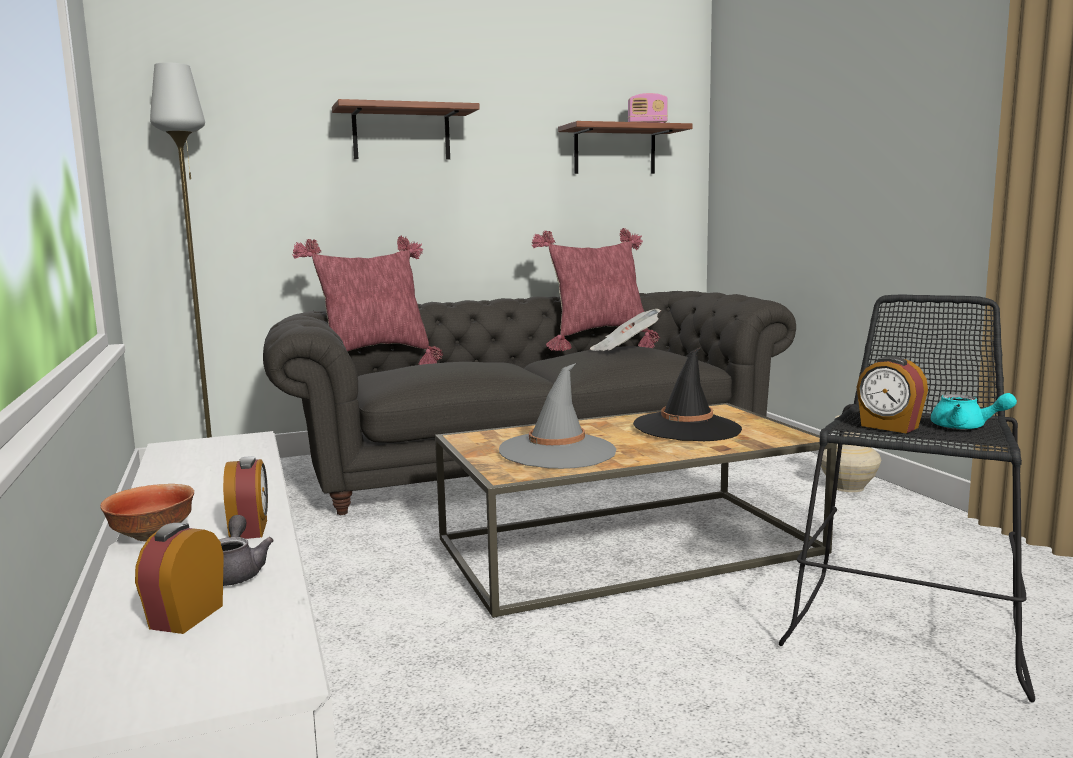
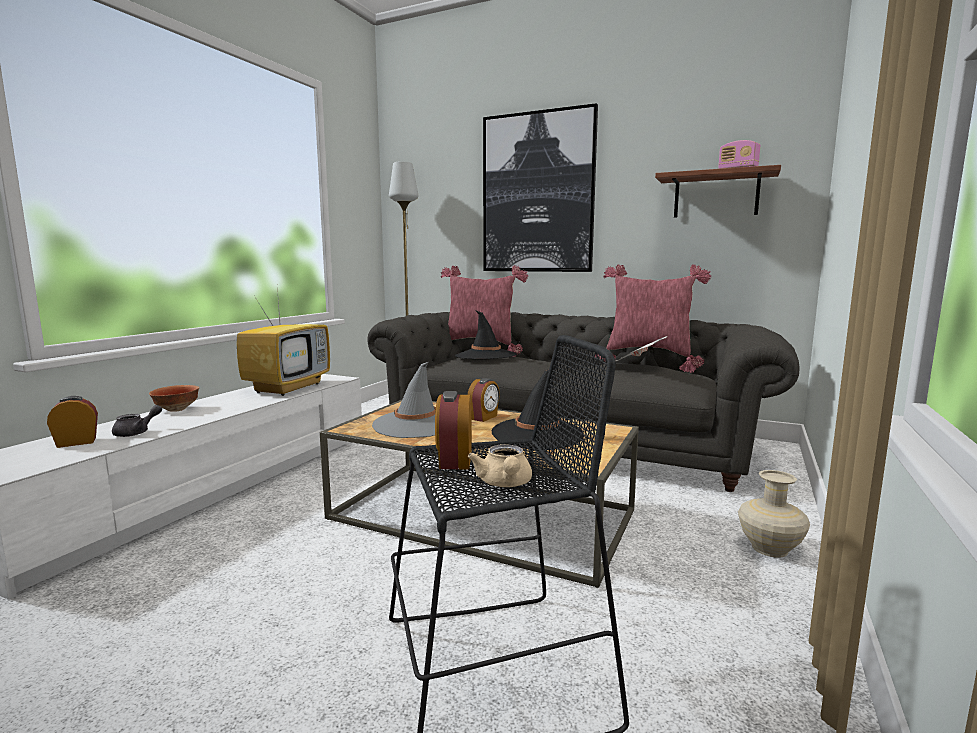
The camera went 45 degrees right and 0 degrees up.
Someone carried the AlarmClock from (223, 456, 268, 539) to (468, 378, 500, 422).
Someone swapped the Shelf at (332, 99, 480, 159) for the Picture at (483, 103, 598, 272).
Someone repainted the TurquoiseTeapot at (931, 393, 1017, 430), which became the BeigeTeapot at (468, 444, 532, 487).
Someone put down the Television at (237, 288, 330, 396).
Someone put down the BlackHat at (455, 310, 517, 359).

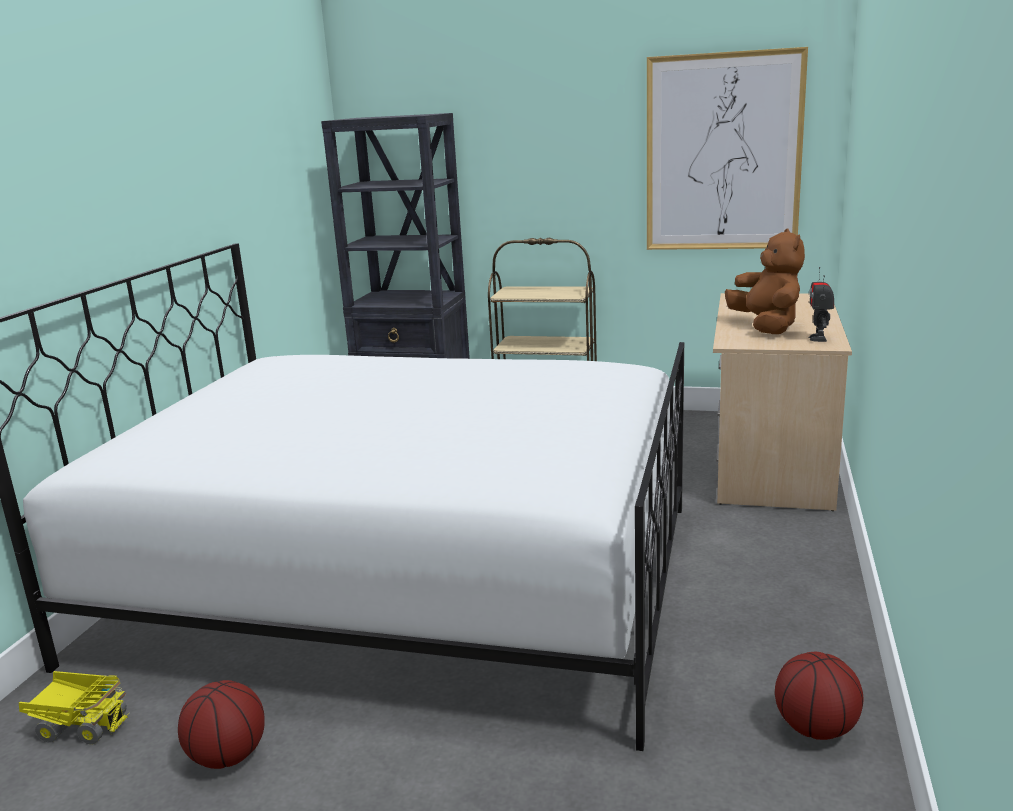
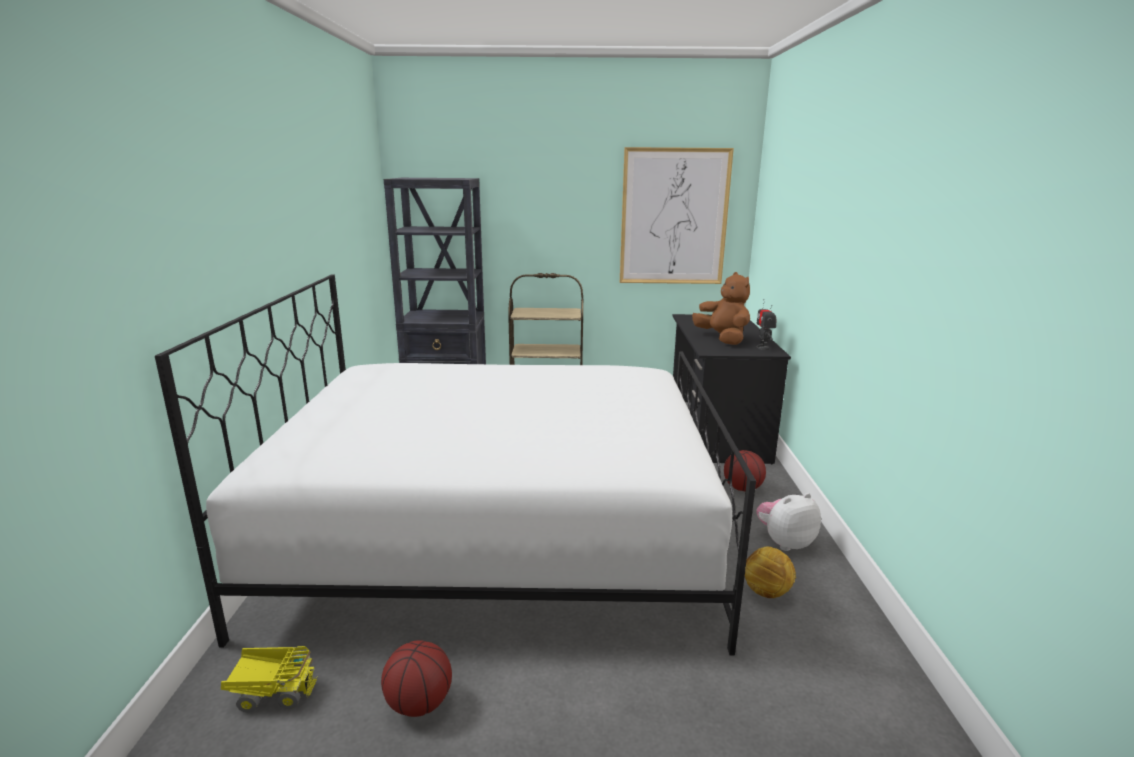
The camera went 15 degrees left and 0 degrees up.
Someone repainted the BeigeDesk at (713, 293, 852, 511), which became the BlackDesk at (672, 314, 791, 464).
Someone carried the Basketball from (775, 652, 863, 740) to (724, 450, 766, 491).
Someone put down the Football at (745, 547, 796, 598).
Someone put down the PlushToy at (756, 493, 821, 551).

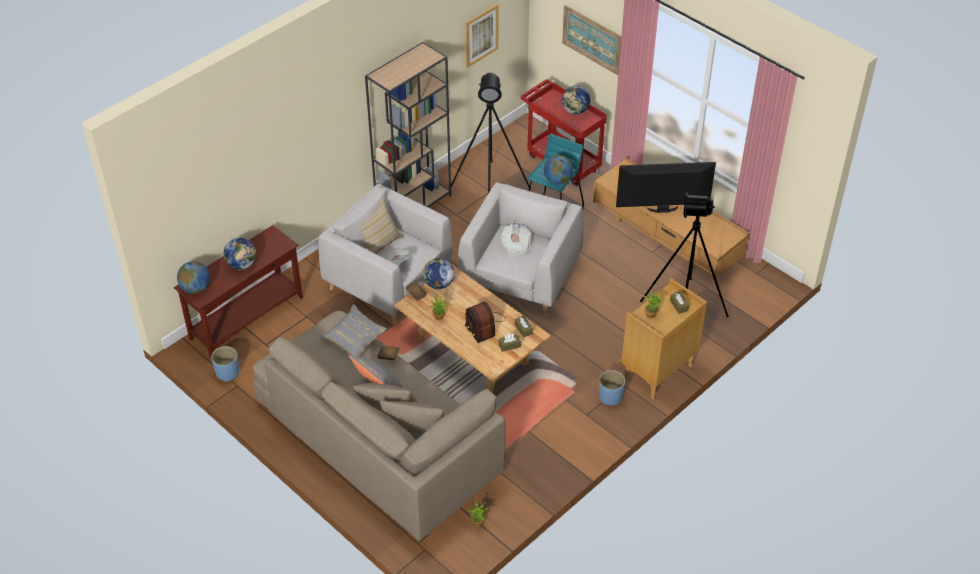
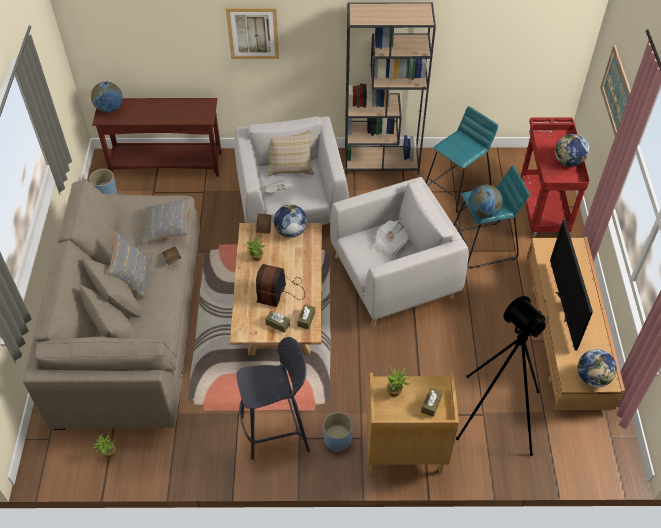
The camera went 45 degrees right and 5 degrees up.
Someone carried the Globe from (223, 238, 256, 270) to (578, 349, 617, 387).
Someone swapped the BlackFloorLamp at (451, 73, 531, 194) for the TurquoiseStool at (425, 106, 498, 213).
Someone carried the Picture from (466, 4, 499, 68) to (226, 8, 279, 59).
Someone rotated the Television at (616, 162, 716, 213) by 135 degrees counterclockwise.
Someone put down the GreyStool at (236, 337, 310, 460).

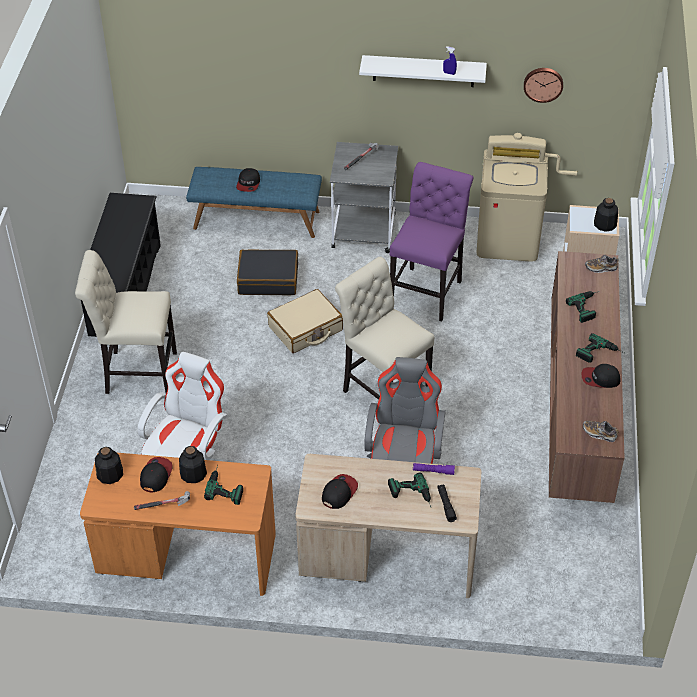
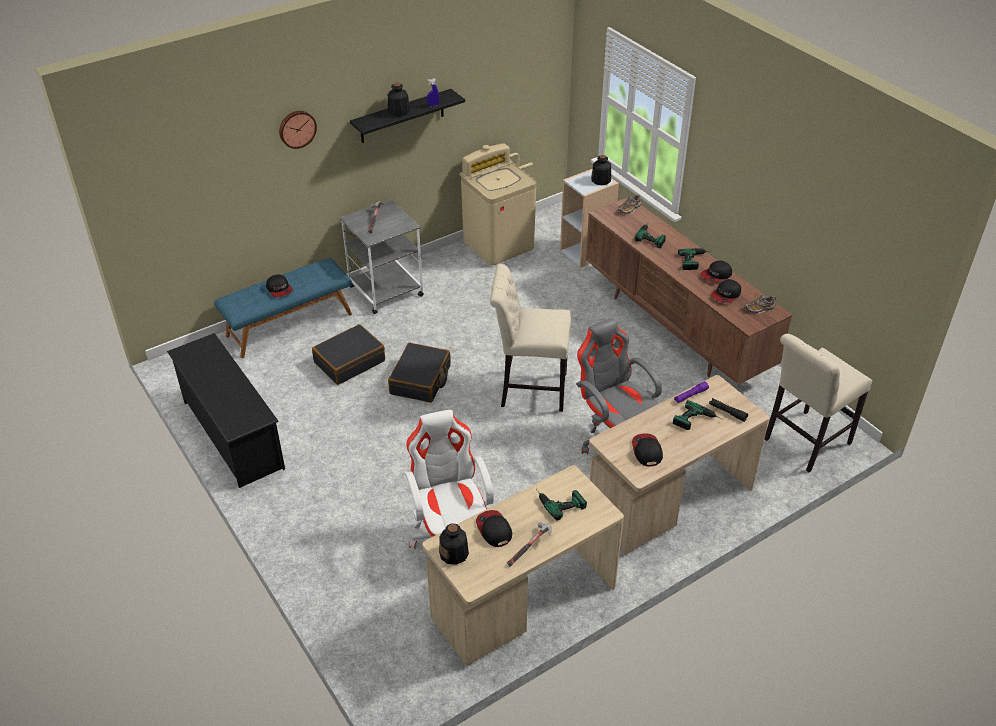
The camera went 40 degrees left and 5 degrees down.
Someone carried the BeigeStool from (75, 250, 177, 394) to (765, 334, 872, 472).
Someone repainted the OrangeDesk at (80, 453, 276, 596), which became the BeigeDesk at (422, 465, 624, 666).
Someone carried the Bottle from (179, 446, 207, 483) to (388, 83, 410, 116).
Someone repainted the BeigeSuitcase at (267, 289, 343, 353), which became the BlackSuitcase at (388, 343, 451, 403).
Someone repainted the WhiteShelf at (359, 55, 487, 87), which became the BlackShelf at (350, 89, 465, 143).
Someone took away the PurpleStool at (390, 162, 473, 321).
Someone carried the WallClock from (524, 68, 563, 103) to (279, 111, 317, 149).
Someone put down the Cap at (711, 279, 741, 303).

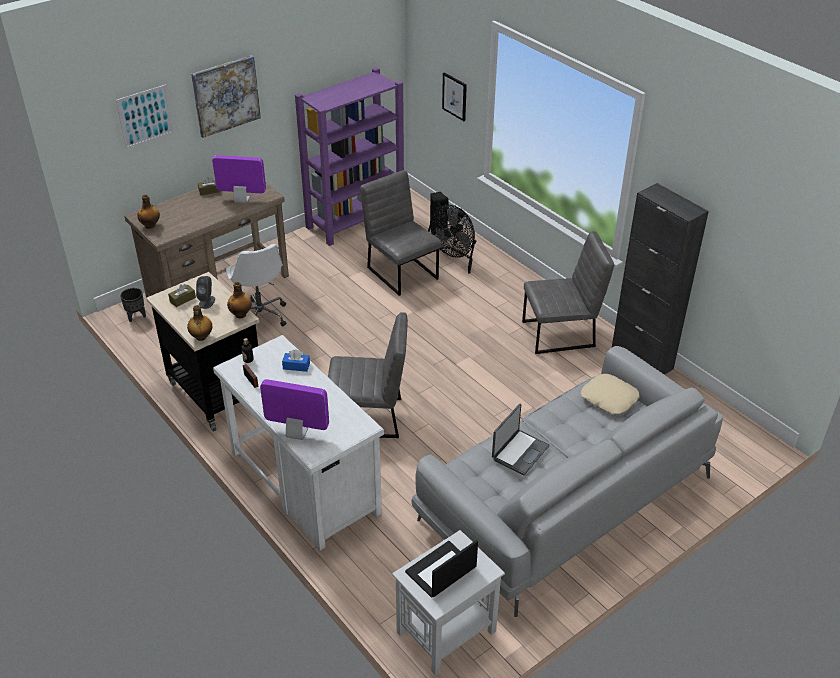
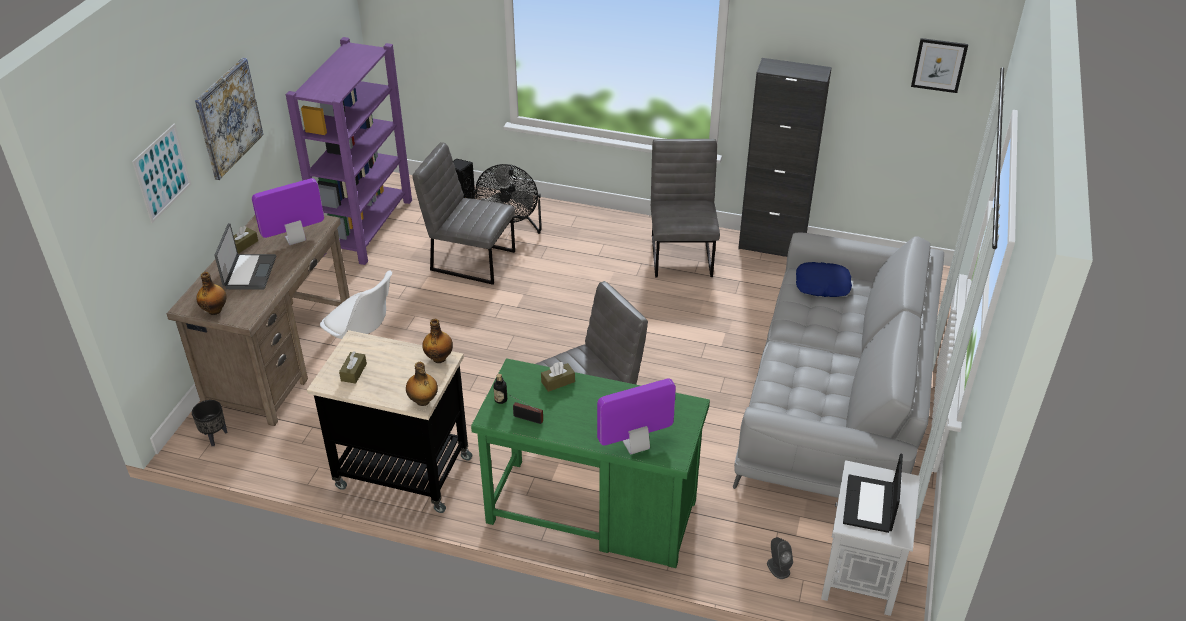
The camera went 35 degrees left and 0 degrees up.
Someone carried the GreySpeaker from (196, 276, 215, 309) to (767, 537, 793, 579).
Someone repainted the WhiteDesk at (213, 335, 384, 551), which became the GreenDesk at (471, 358, 710, 568).
Someone repainted the BlueTissueBox at (282, 350, 310, 372), which became the BrownTissueBox at (541, 362, 575, 392).
Someone carried the Picture from (442, 72, 467, 121) to (911, 38, 968, 93).
Someone carried the Laptop from (492, 404, 550, 475) to (215, 223, 276, 290).
Someone rotated the GreyChair at (522, 231, 614, 354) by 45 degrees counterclockwise.
Someone repainted the BeigePillow at (581, 374, 639, 414), which became the BluePillow at (796, 262, 852, 297).

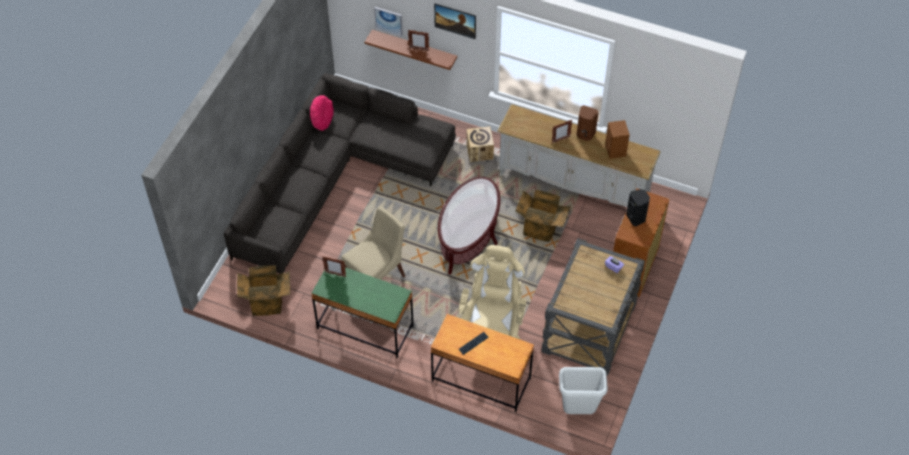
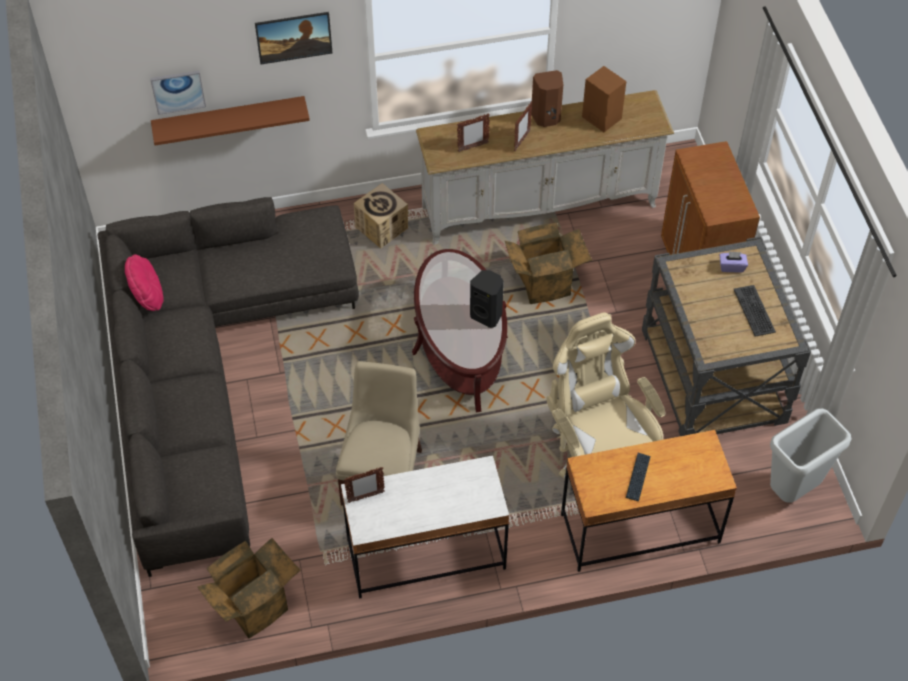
The camera went 35 degrees left and 0 degrees up.
Someone repainted the GreenDesk at (311, 267, 414, 358), which became the WhiteDesk at (341, 456, 509, 599).
Someone carried the PictureFrame from (408, 30, 429, 51) to (457, 114, 490, 152).
Someone carried the BlackSpeaker from (626, 189, 650, 226) to (470, 270, 504, 328).
Someone put down the Keyboard at (733, 285, 776, 336).

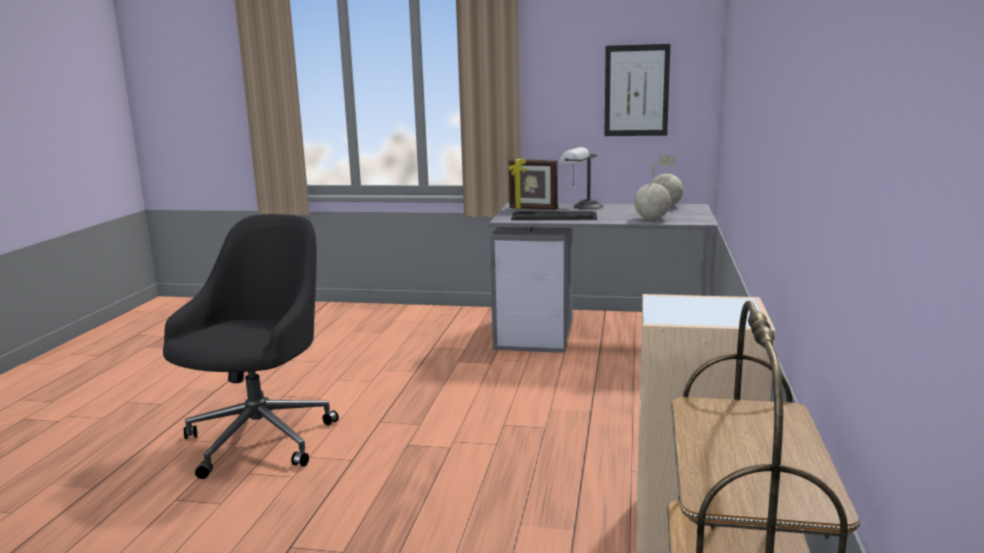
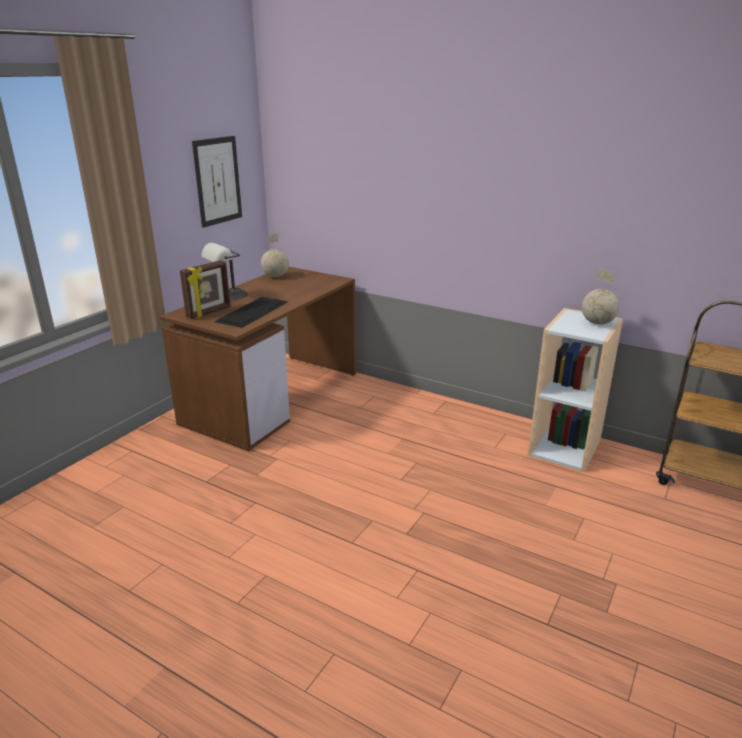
The camera went 70 degrees left and 10 degrees up.
Someone took away the BlackOfficeChair at (163, 214, 339, 479).
Someone repainted the GreyDesk at (489, 203, 718, 353), which became the BrownDesk at (160, 267, 356, 451).
Someone carried the Globe from (634, 163, 671, 220) to (582, 269, 620, 325).

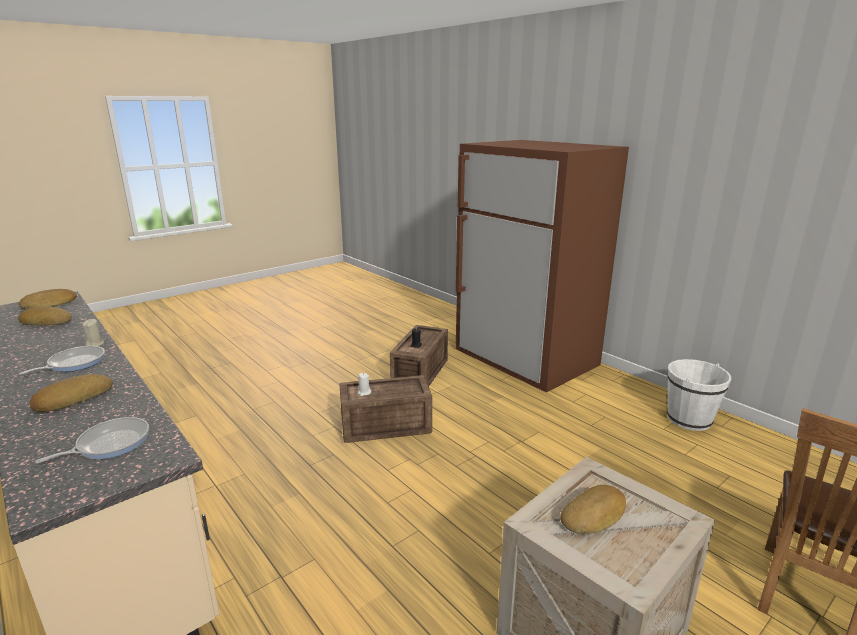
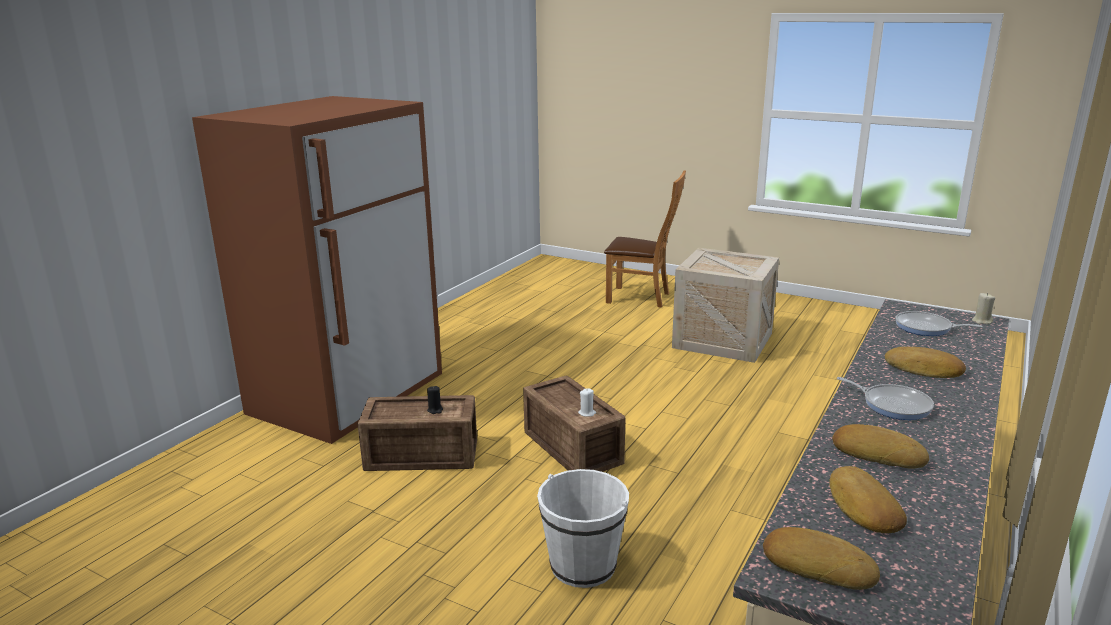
The camera went 110 degrees left and 0 degrees up.
Someone rotated the FryingPan at (19, 346, 105, 375) by 150 degrees counterclockwise.
Someone carried the BeigeCandle from (82, 319, 104, 346) to (972, 293, 995, 324).
Someone carried the Bread from (560, 485, 626, 534) to (832, 424, 929, 469).
Someone carried the WhiteBucket from (667, 359, 731, 431) to (537, 469, 629, 588).

